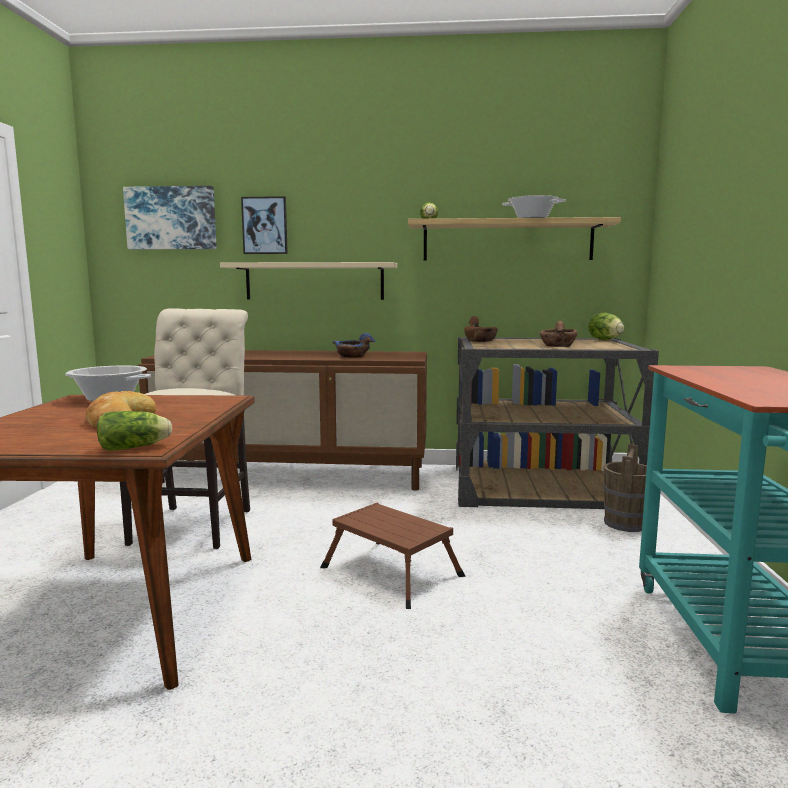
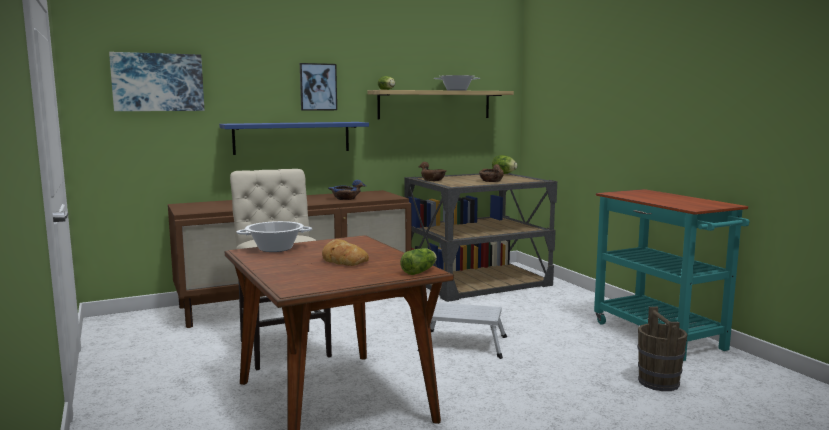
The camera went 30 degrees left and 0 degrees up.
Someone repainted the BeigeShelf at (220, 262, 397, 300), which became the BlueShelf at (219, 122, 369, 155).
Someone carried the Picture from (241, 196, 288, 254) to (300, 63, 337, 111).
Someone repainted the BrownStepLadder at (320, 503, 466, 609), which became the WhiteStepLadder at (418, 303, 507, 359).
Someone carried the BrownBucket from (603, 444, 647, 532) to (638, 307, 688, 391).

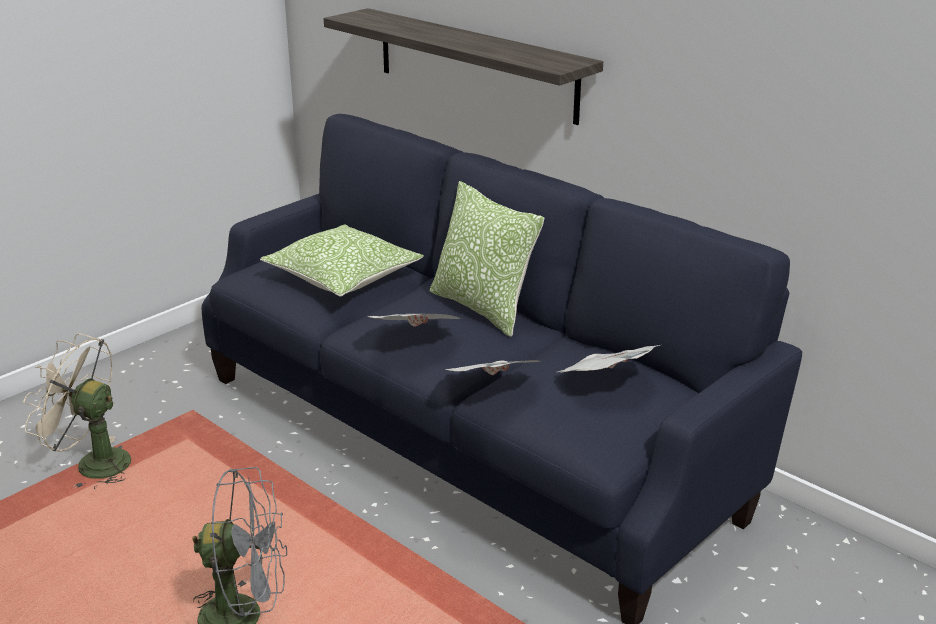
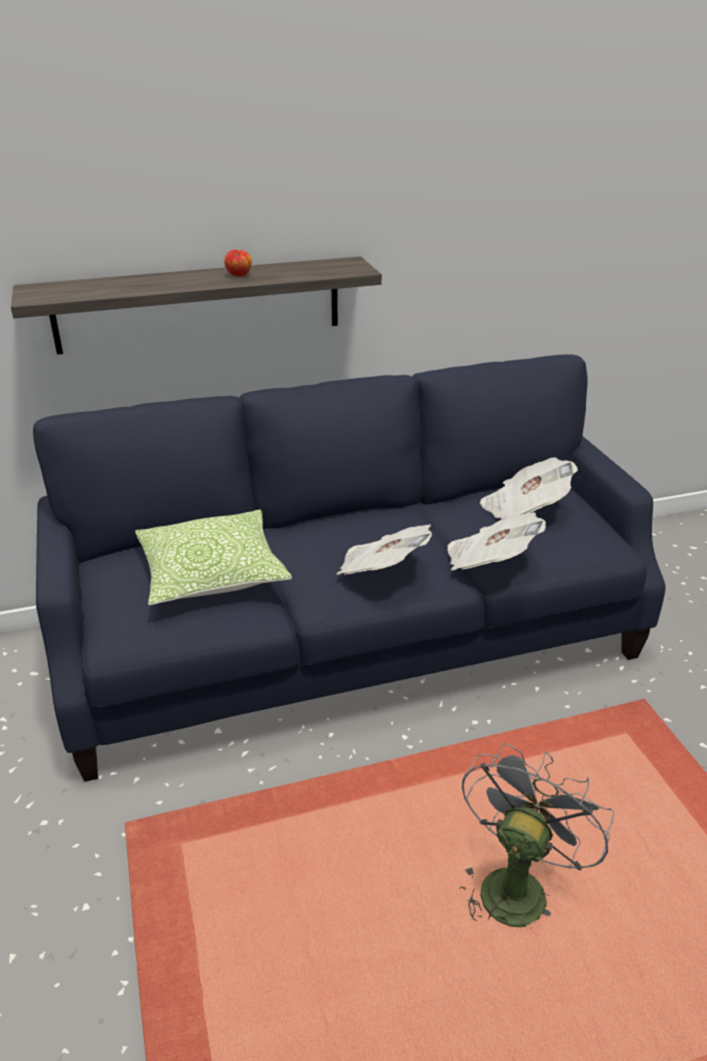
The camera went 60 degrees left and 5 degrees up.
Someone took away the BeigeFan at (23, 333, 131, 489).
Someone took away the Pillow at (430, 181, 544, 337).
Someone put down the Apple at (224, 250, 252, 276).

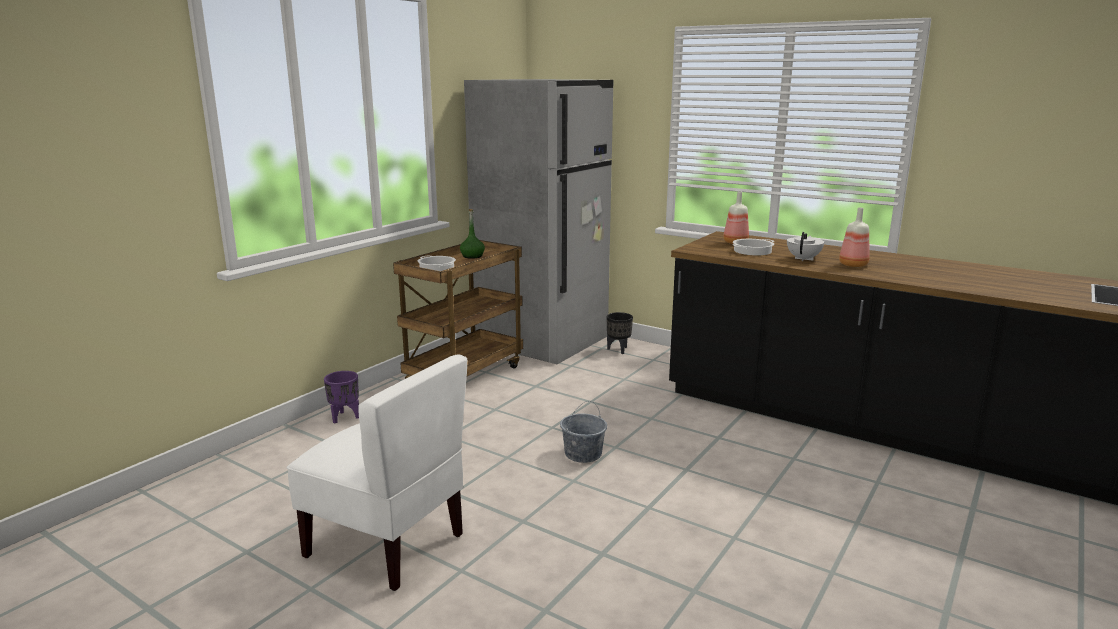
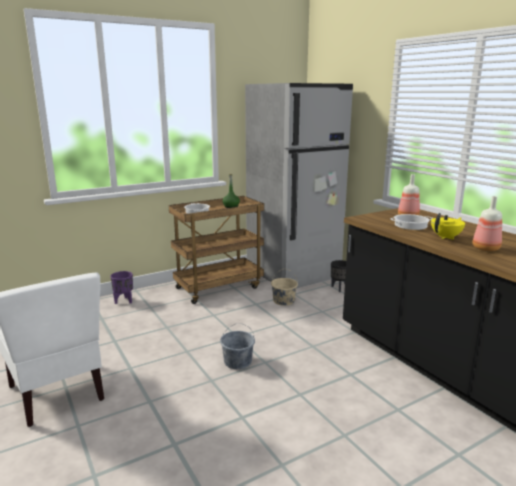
The camera went 25 degrees right and 0 degrees up.
Someone repainted the WhiteTeapot at (787, 232, 824, 261), which became the YellowTeapot at (431, 213, 465, 240).
Someone put down the BeigeBucket at (271, 269, 298, 306).

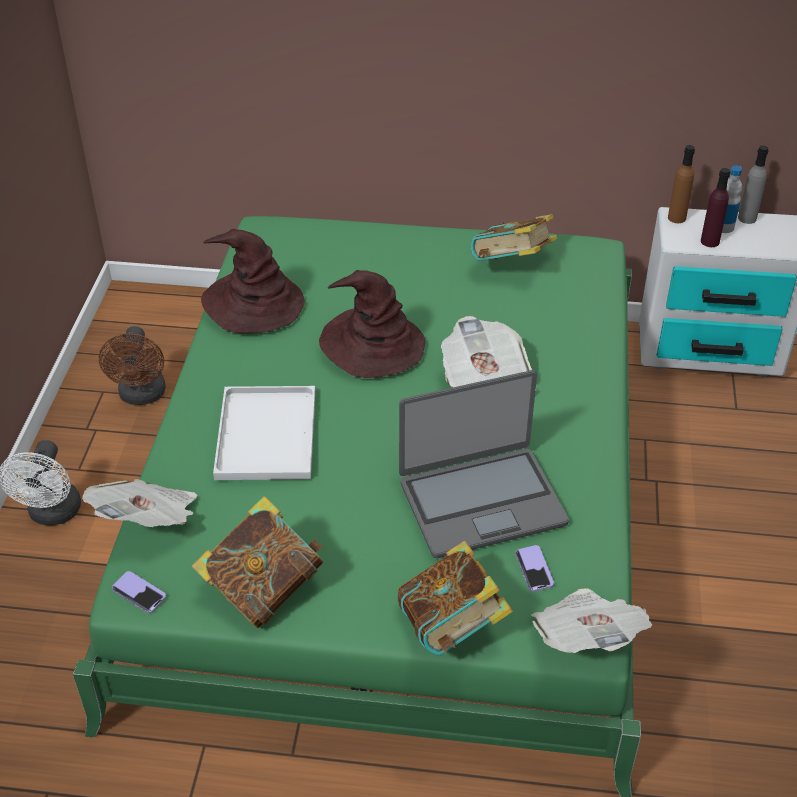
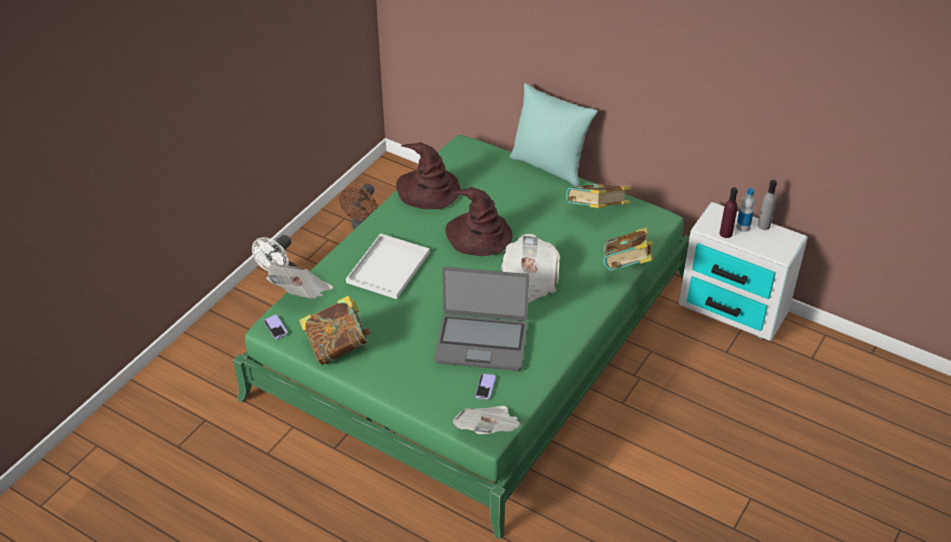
The camera went 25 degrees right and 0 degrees up.
Someone carried the Book from (398, 541, 513, 656) to (603, 227, 653, 271).
Someone took away the BrownBottle at (668, 145, 695, 223).
Someone put down the TurquoisePillow at (510, 83, 597, 186).

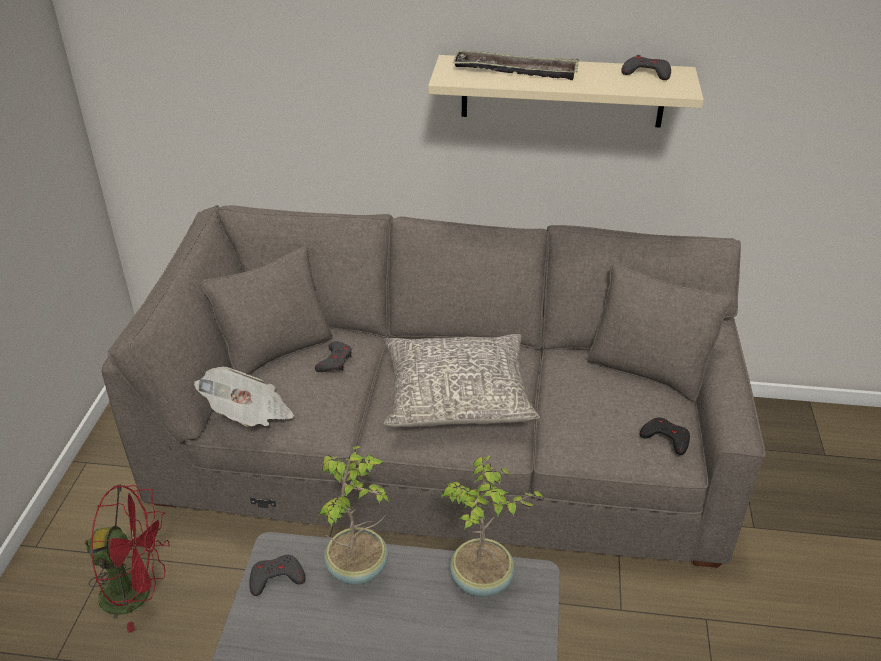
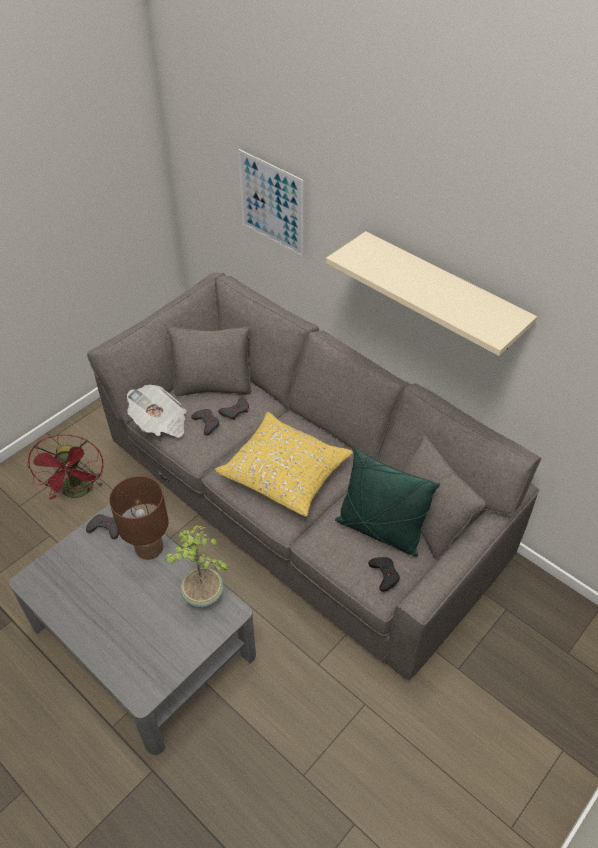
The camera went 35 degrees right and 10 degrees up.
Someone rotated the RedFan at (84, 484, 170, 633) by 45 degrees clockwise.
Someone swapped the PottedPlant at (318, 446, 389, 585) for the BrownTableLamp at (109, 476, 168, 560).
Someone repainted the GreyPillow at (384, 334, 540, 427), which became the YellowPillow at (215, 412, 353, 517).
Someone took away the Tray at (453, 50, 579, 80).
Someone carried the GreyGameController from (621, 55, 671, 80) to (191, 409, 219, 435).
Someone put up the Picture at (238, 149, 304, 257).
Someone put down the GreenPillow at (335, 448, 440, 557).

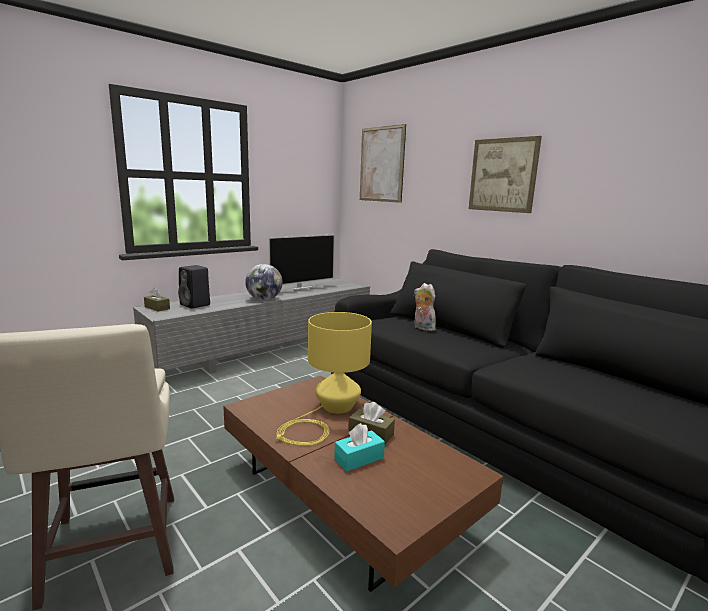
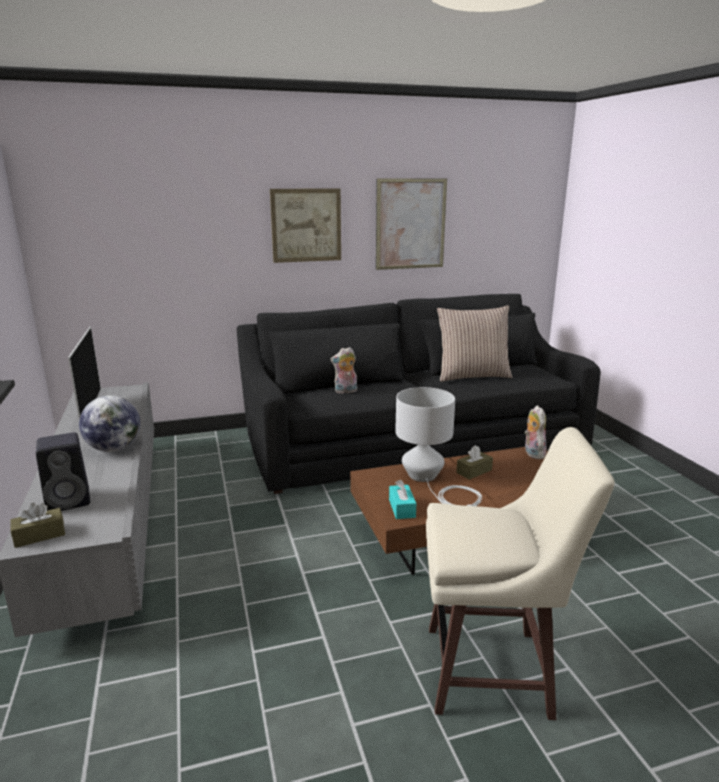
The camera went 65 degrees left and 5 degrees up.
Someone repainted the YellowTableLamp at (276, 312, 372, 446), which became the GreyTableLamp at (396, 387, 482, 506).
Someone carried the TurquoiseTissueBox from (334, 423, 385, 471) to (389, 480, 416, 519).
Someone carried the Picture from (360, 124, 406, 203) to (376, 178, 447, 270).
Someone put down the Pillow at (437, 305, 513, 382).
Someone put down the PlushToy at (524, 405, 547, 459).

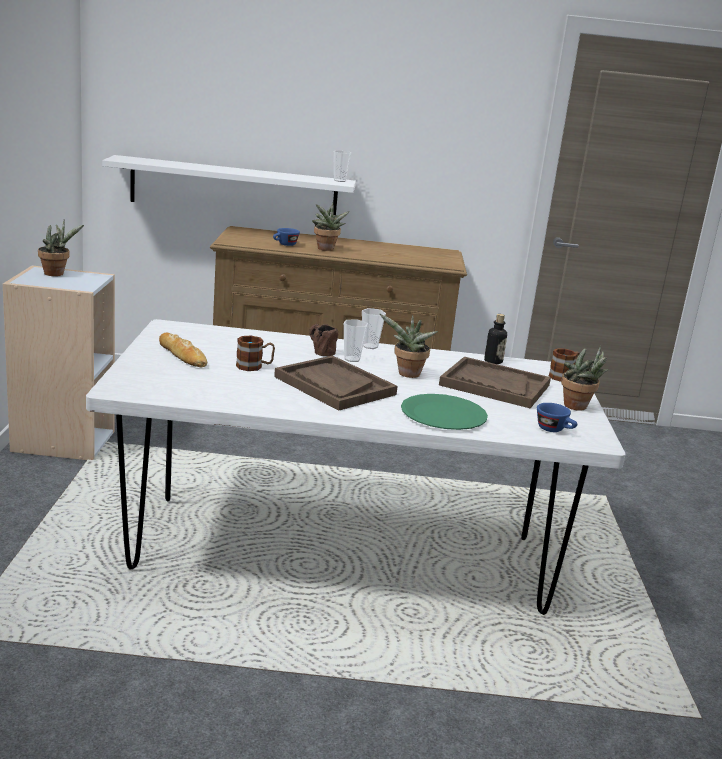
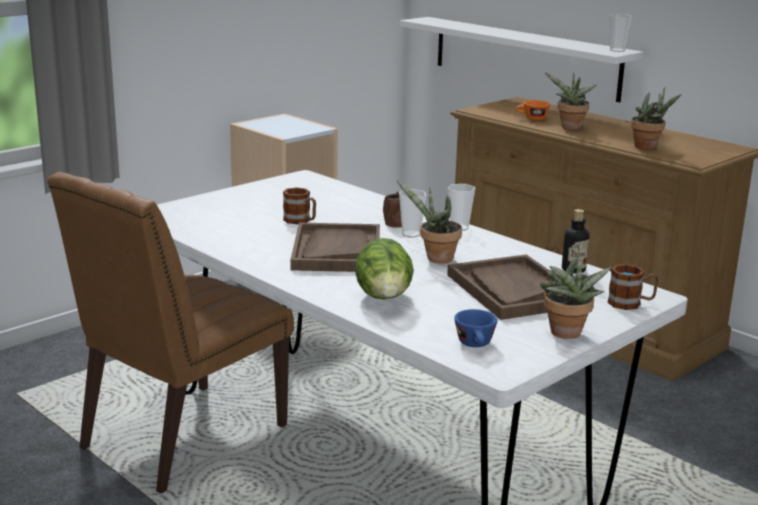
The camera went 45 degrees right and 0 degrees up.
Someone carried the PottedPlant from (38, 219, 84, 276) to (631, 87, 681, 150).
Someone took away the Bread at (159, 332, 207, 367).
Someone repainted the BlueCup at (273, 228, 300, 246), which became the OrangeCup at (516, 100, 550, 120).
Someone swapped the GreenPlate at (401, 394, 488, 430) for the Lettuce at (355, 238, 414, 299).
Someone put down the BrownChair at (47, 172, 294, 494).

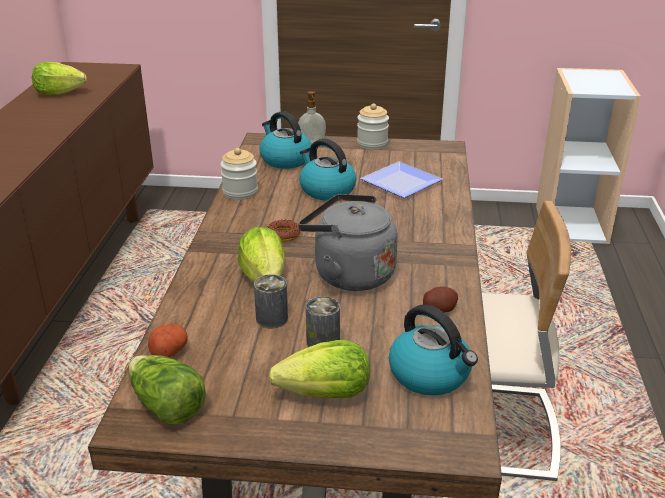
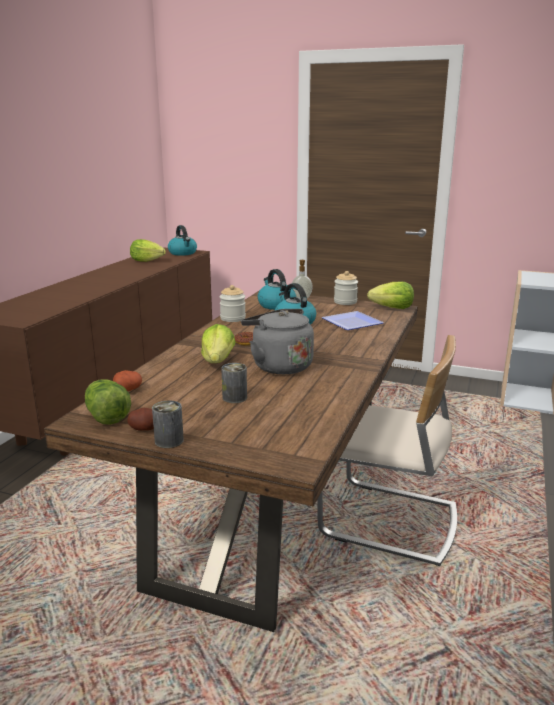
The camera went 15 degrees right and 10 degrees down.
Someone carried the Can from (254, 274, 288, 328) to (152, 401, 184, 448).
Someone carried the Lettuce from (269, 340, 370, 398) to (367, 281, 414, 309).
Someone carried the Kettle from (389, 304, 478, 396) to (168, 225, 197, 256).
Someone carried the Potato from (423, 286, 458, 313) to (127, 408, 154, 431).

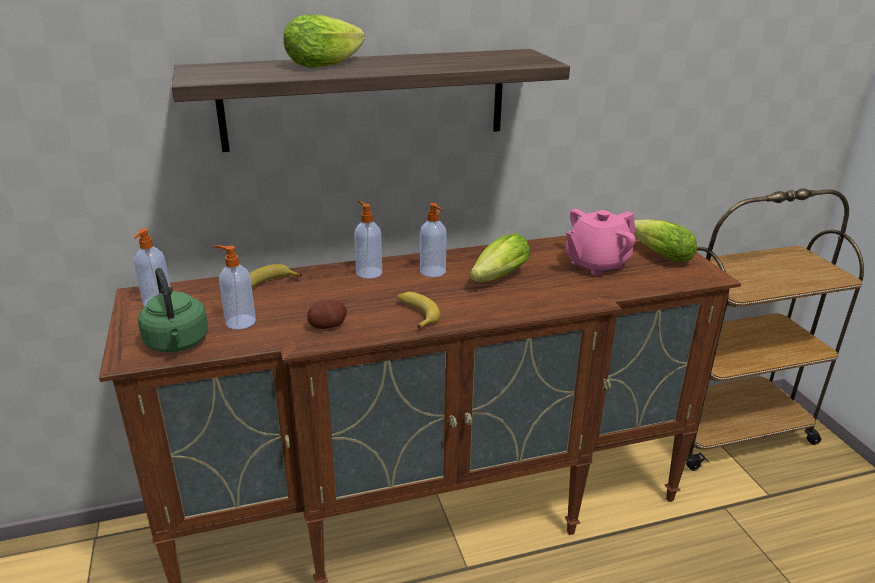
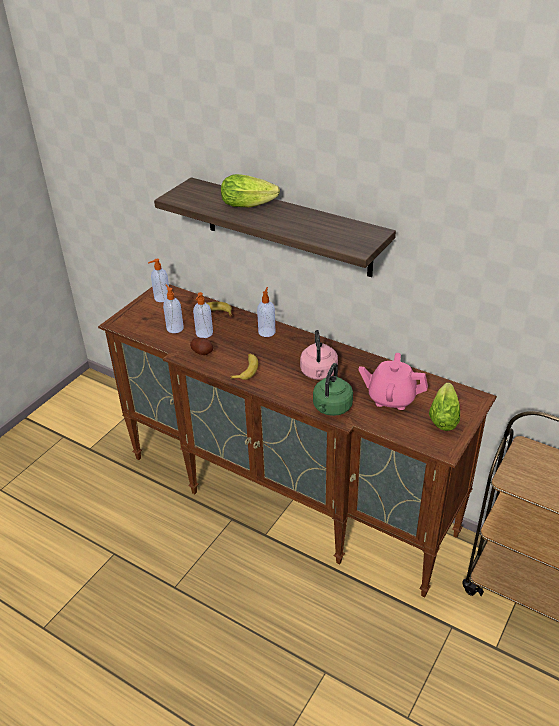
The camera went 50 degrees right and 10 degrees up.
Someone carried the GreenKettle from (138, 268, 208, 352) to (313, 363, 353, 416).
Someone carried the SoapDispenser from (420, 203, 447, 277) to (193, 292, 213, 338).
Someone swapped the Lettuce at (469, 234, 530, 282) for the PinkKettle at (300, 330, 338, 380).

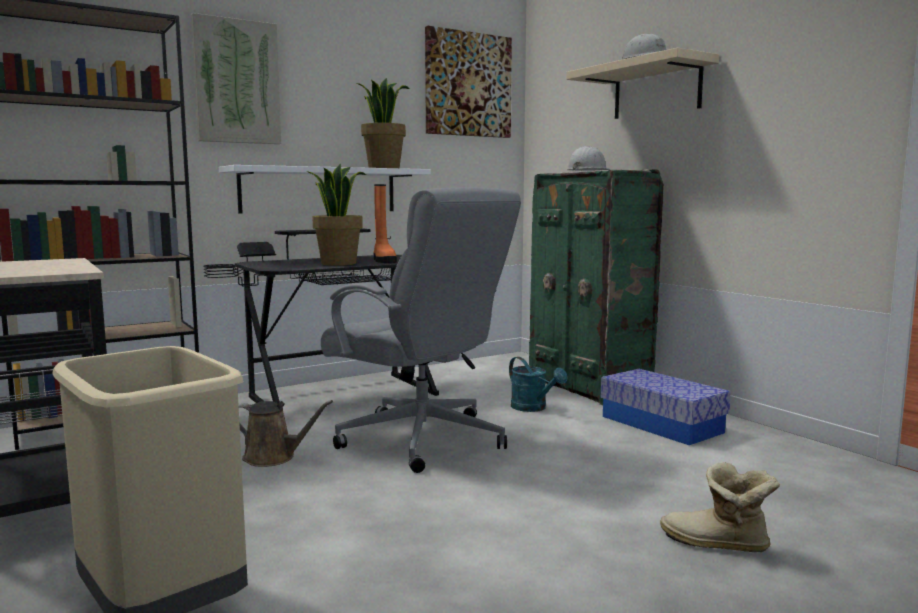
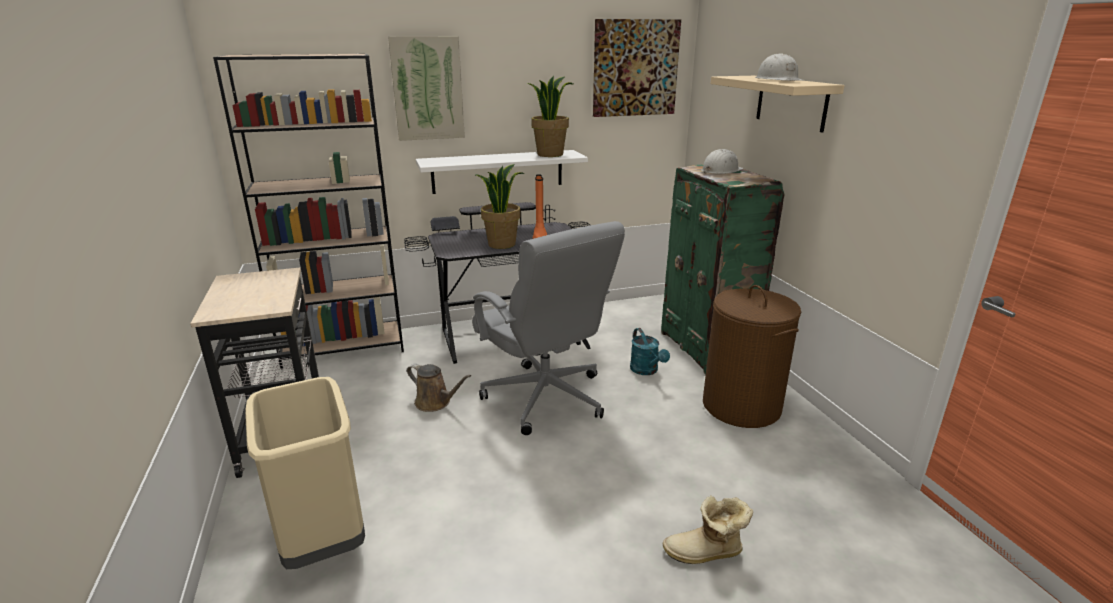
The camera went 15 degrees right and 15 degrees up.
Someone swapped the StorageBox at (601, 369, 731, 445) for the BrownLaundryBasket at (703, 285, 801, 428).
Someone rotated the Boot at (660, 462, 780, 552) by 45 degrees counterclockwise.

